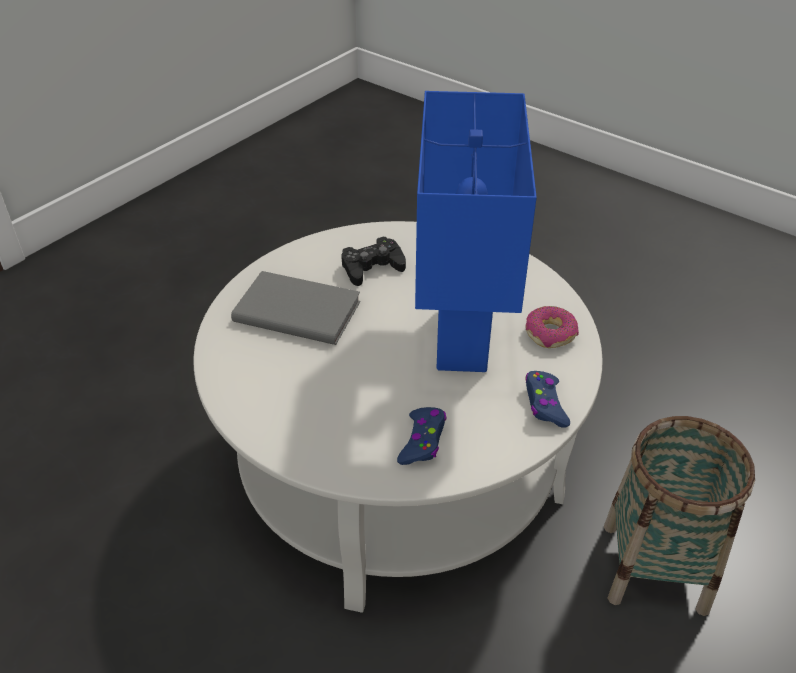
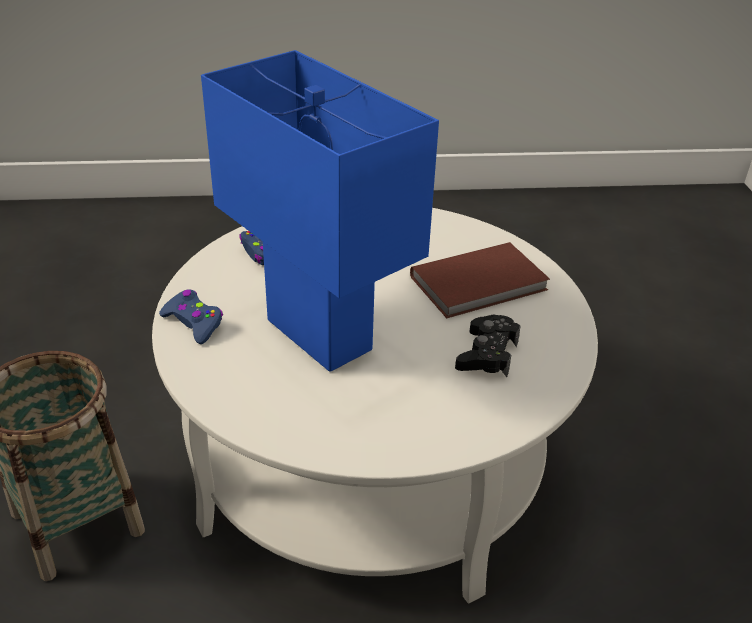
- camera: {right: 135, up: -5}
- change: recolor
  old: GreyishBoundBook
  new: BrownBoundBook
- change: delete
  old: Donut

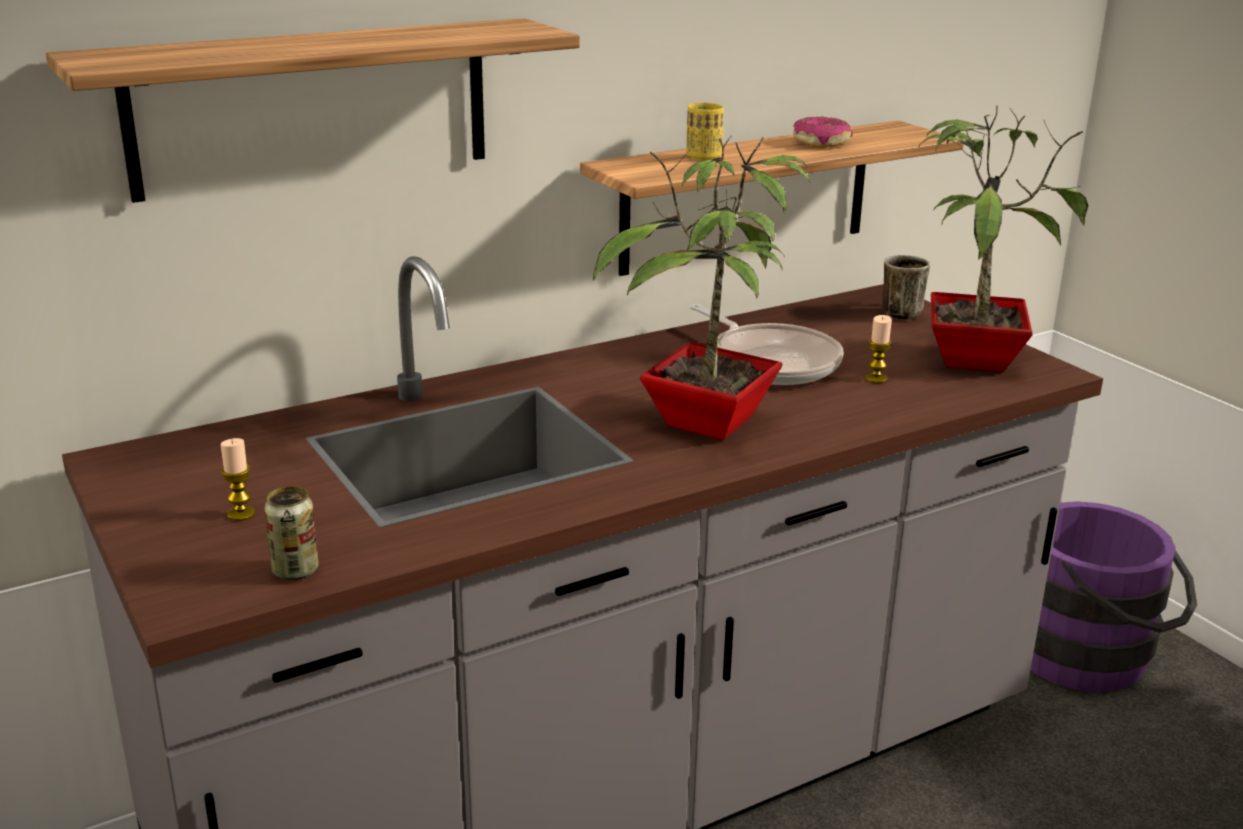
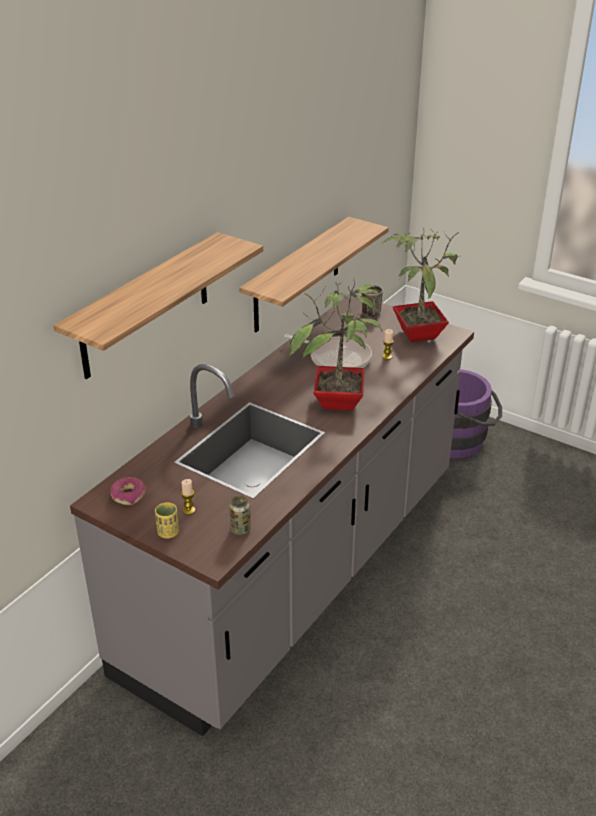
- camera: {right: -25, up: 10}
- change: move
  old: YellowColouredCup
- change: move
  old: Donut

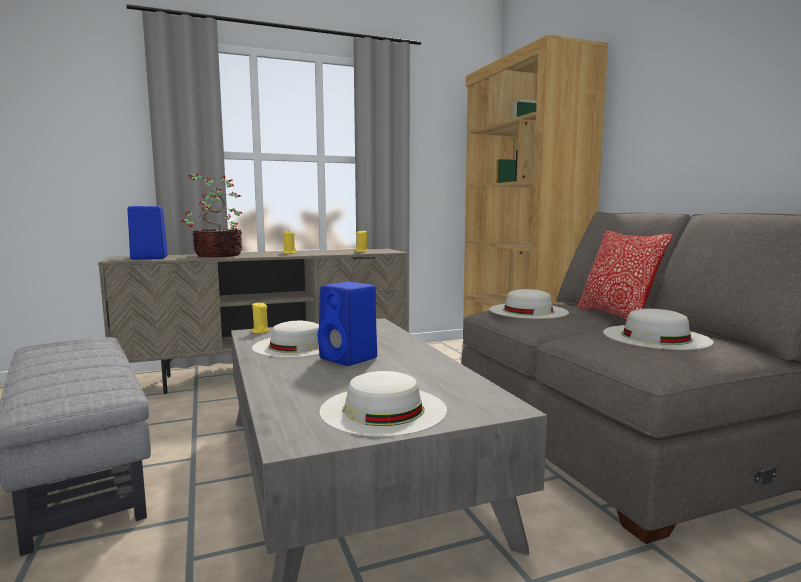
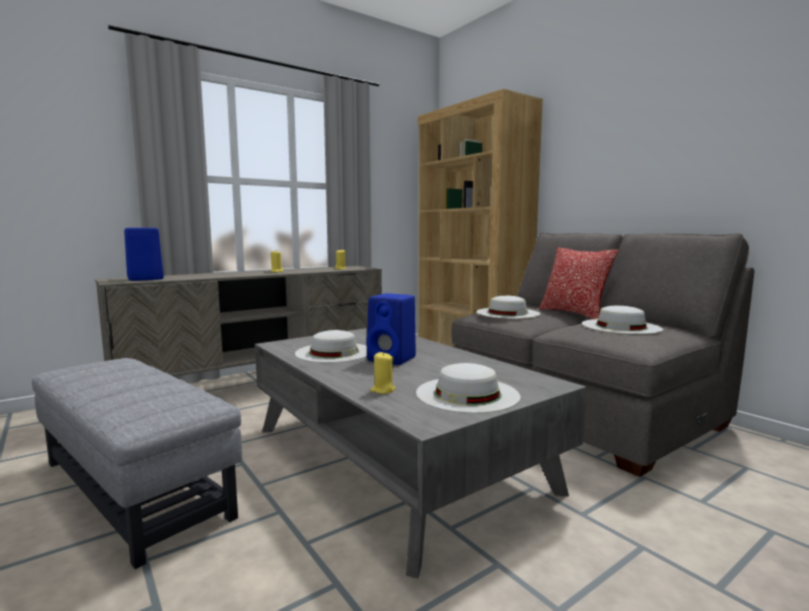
- camera: {right: -15, up: 0}
- change: delete
  old: PlantInAPot
- change: move
  old: YellowColouredWaxCandle (1st from left in the first image)
  new: YellowColouredWaxCandle (3rd from left)

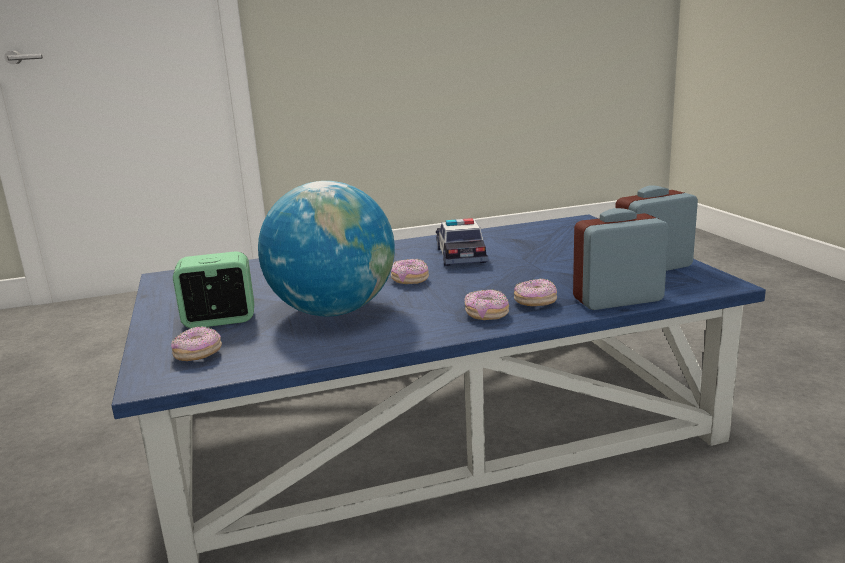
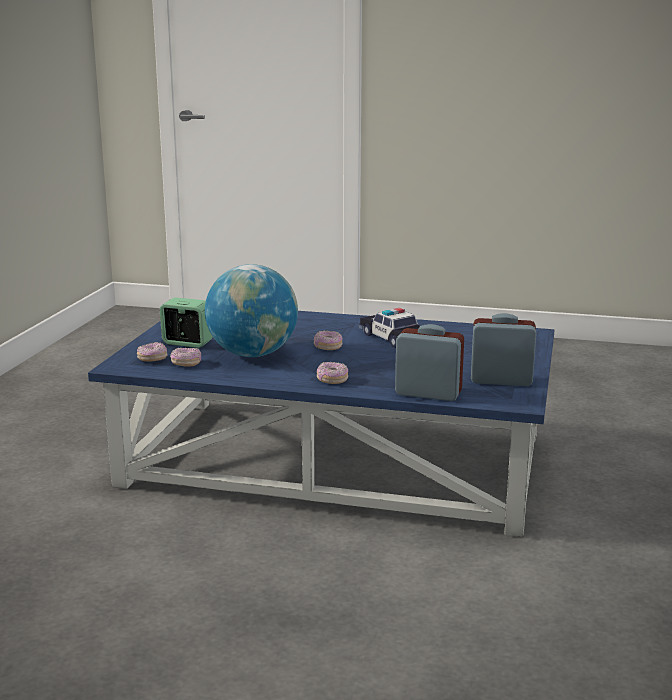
- camera: {right: 30, up: 0}
- change: rotate
  old: MiniatureCar
  degrees: -60
- change: move
  old: Donut (4th from left in the first image)
  new: Donut (2nd from left)

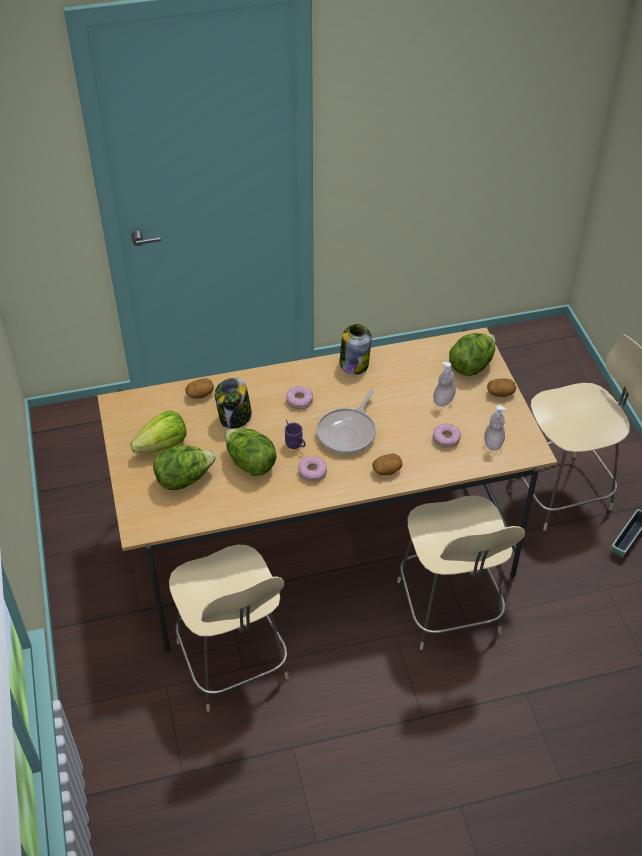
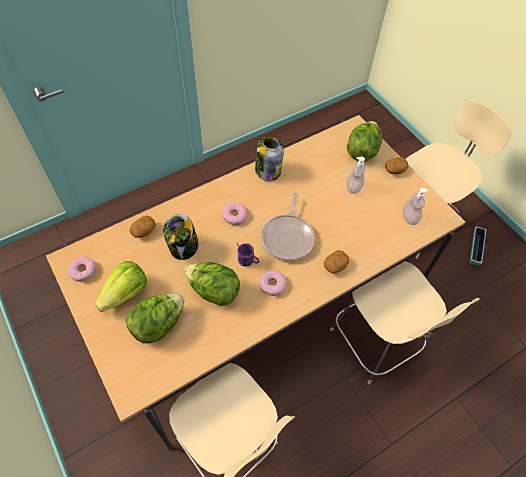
- camera: {right: -20, up: 10}
- change: move
  old: Donut (3rd from left in the first image)
  new: Donut (1st from left)

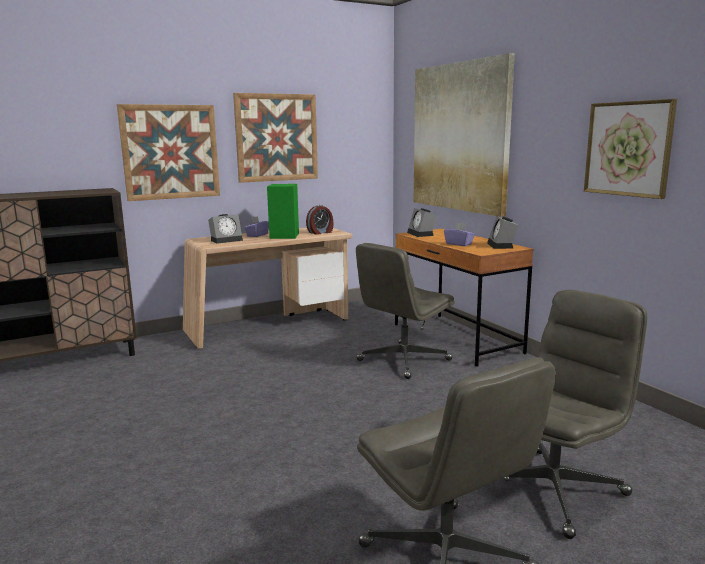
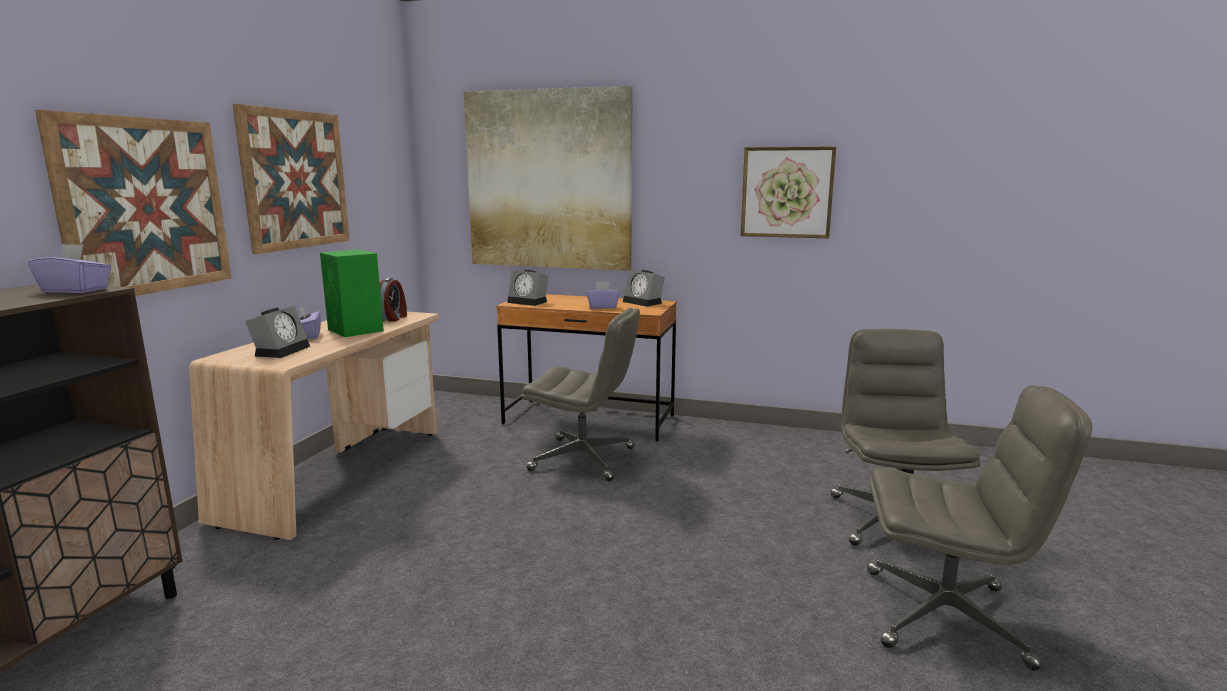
- camera: {right: -45, up: 0}
- change: rotate
  old: GreyishDeskChair (1st from left)
  degrees: -75
- change: insert
  new: PurpleTissueHolder (1st from left)

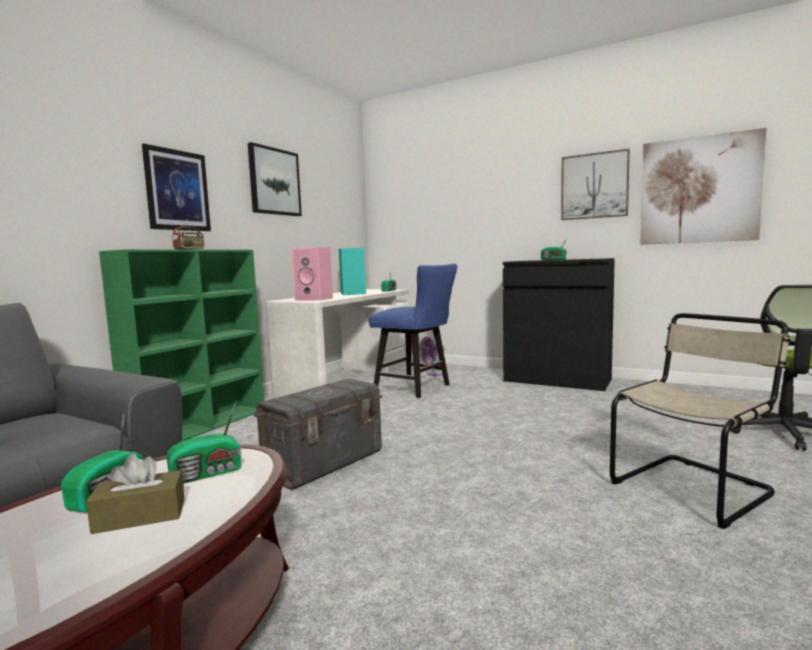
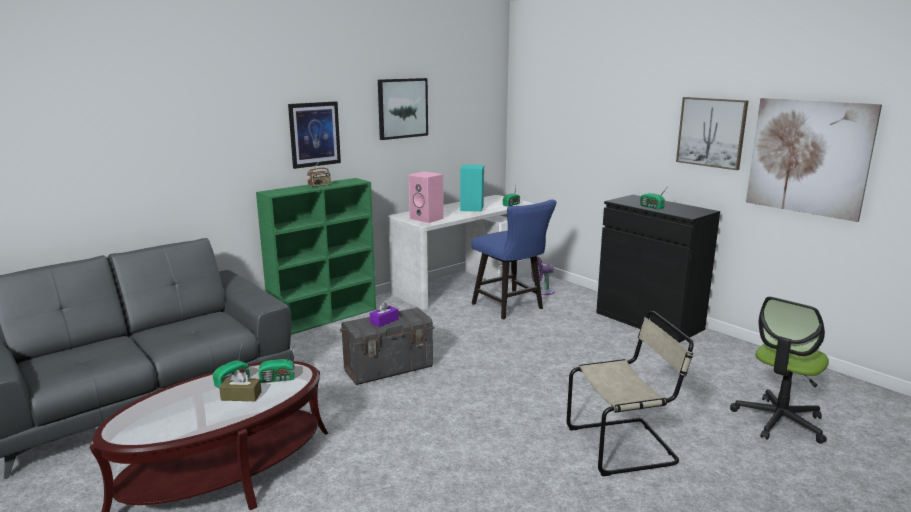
- camera: {right: 20, up: 10}
- change: insert
  new: PurpleTissueHolder

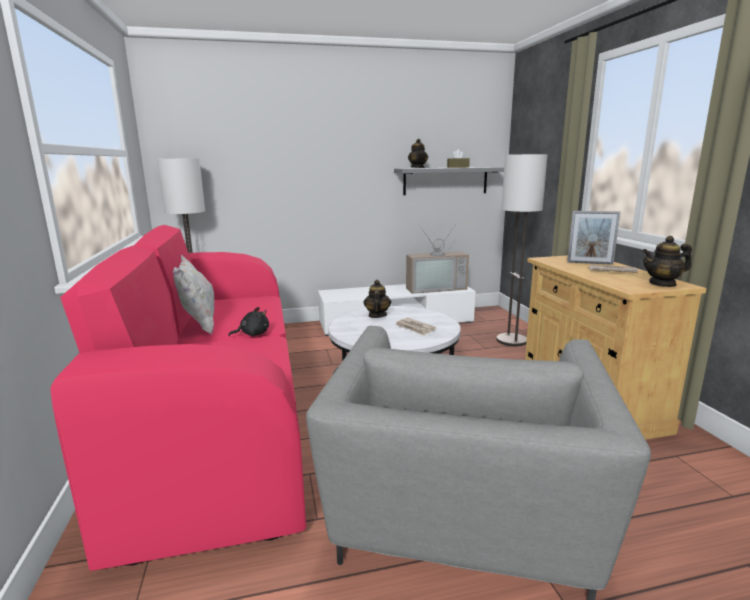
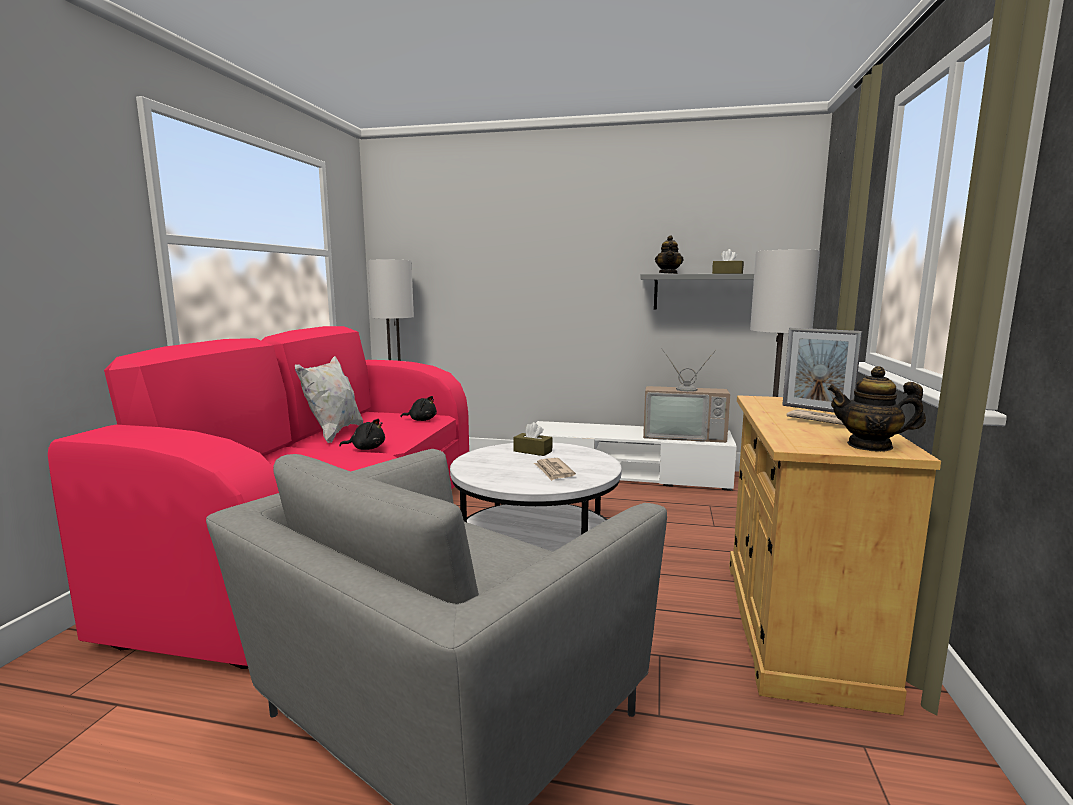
- camera: {right: 25, up: -5}
- change: replace
  old: TeaPot (1st from left)
  new: BrownTissueHolder (1st from left)
- change: insert
  new: BlackColouredPlushToy (2nd from left)

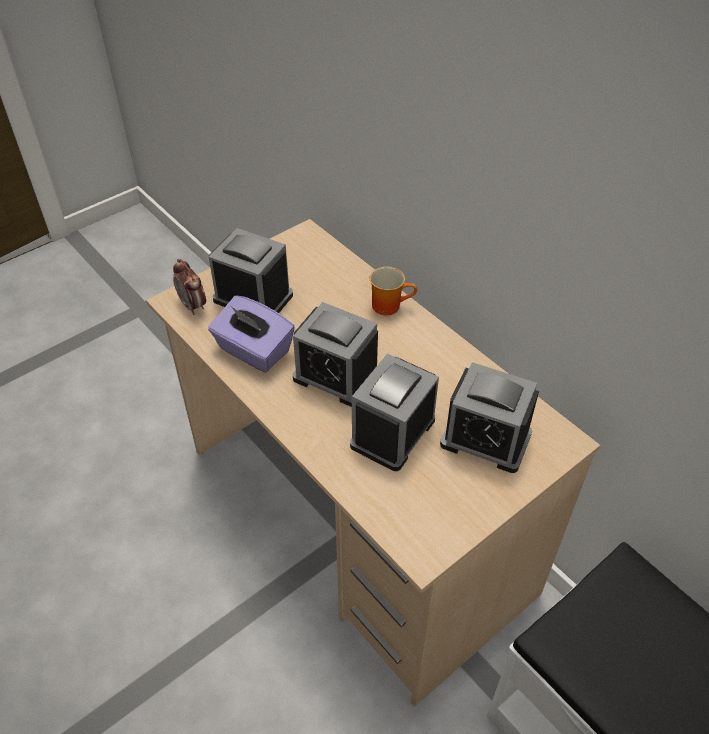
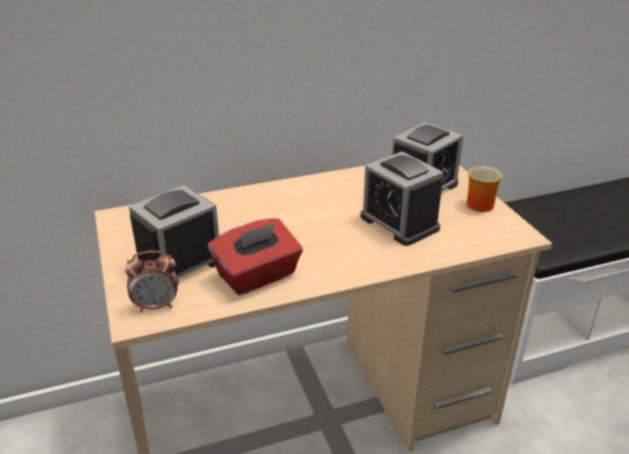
- camera: {right: -70, up: -15}
- change: move
  old: CoffeeMug
- change: recolor
  old: PurpleTissueHolder
  new: ReddishTissueHolder
- change: delete
  old: BedsideClock (3rd from left)

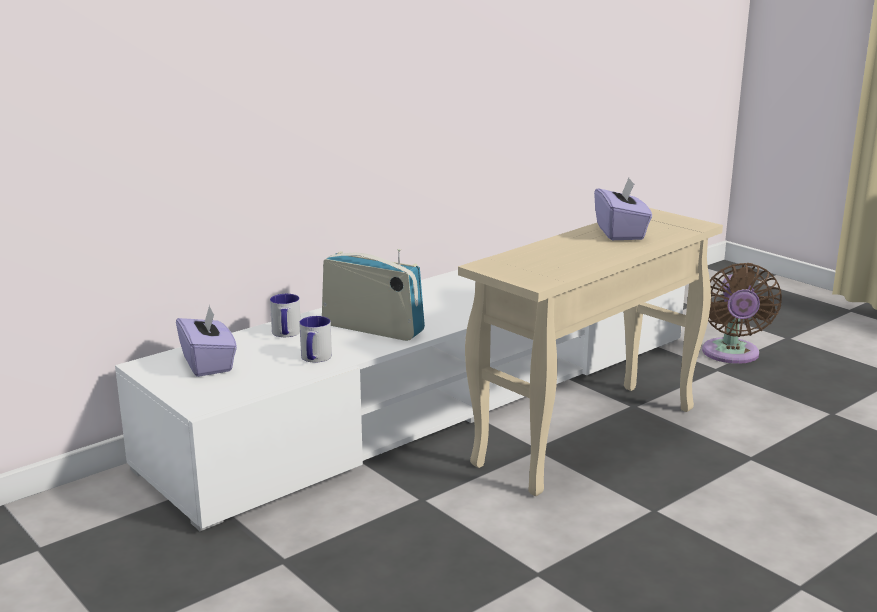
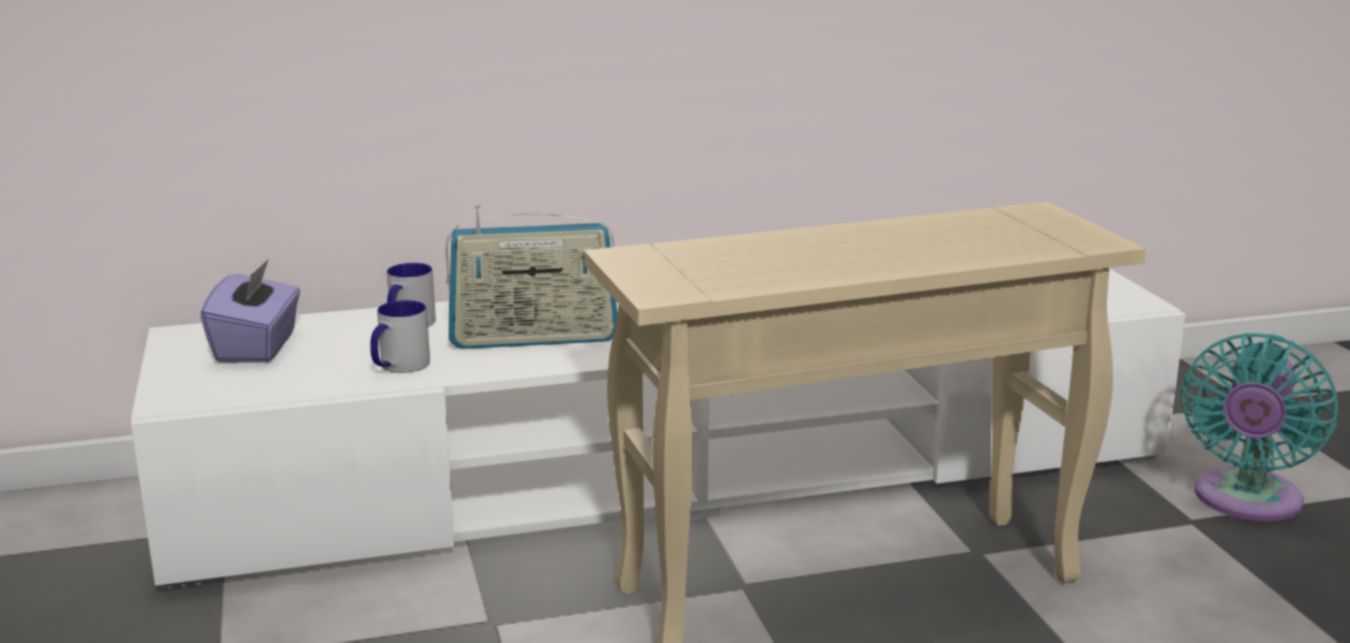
- camera: {right: 25, up: 0}
- change: delete
  old: PurpleTissueHolder (2nd from left)
- change: rotate
  old: RadioSet
  degrees: 120
- change: recolor
  old: BrownFan
  new: BlueGreenFan

